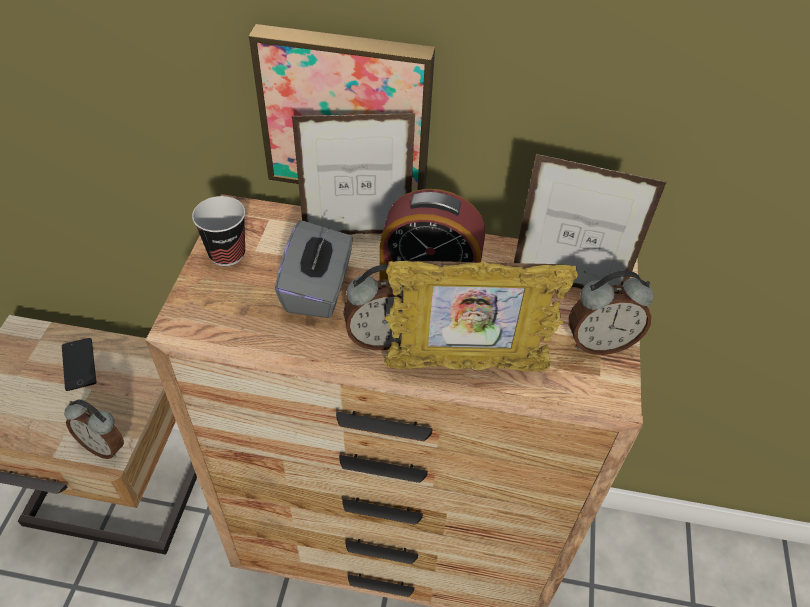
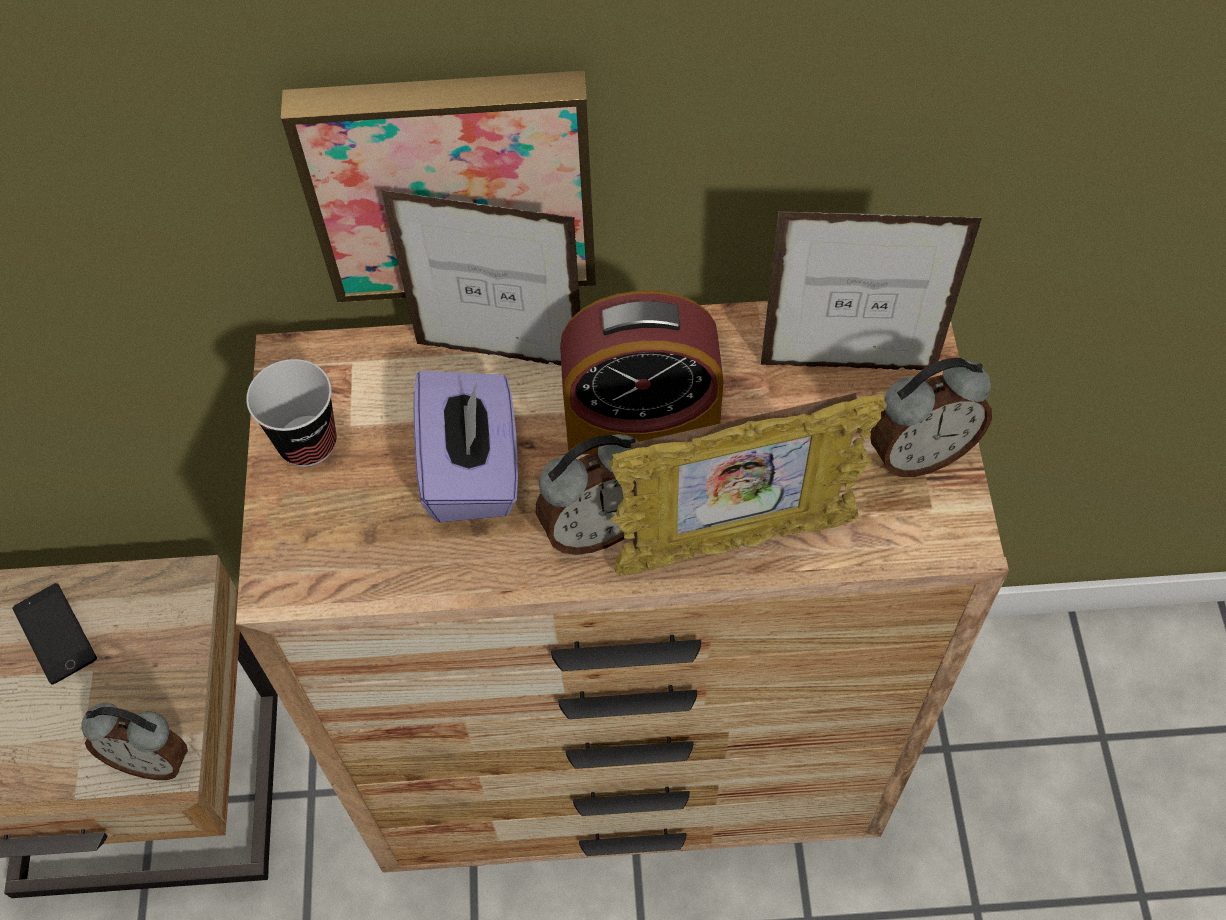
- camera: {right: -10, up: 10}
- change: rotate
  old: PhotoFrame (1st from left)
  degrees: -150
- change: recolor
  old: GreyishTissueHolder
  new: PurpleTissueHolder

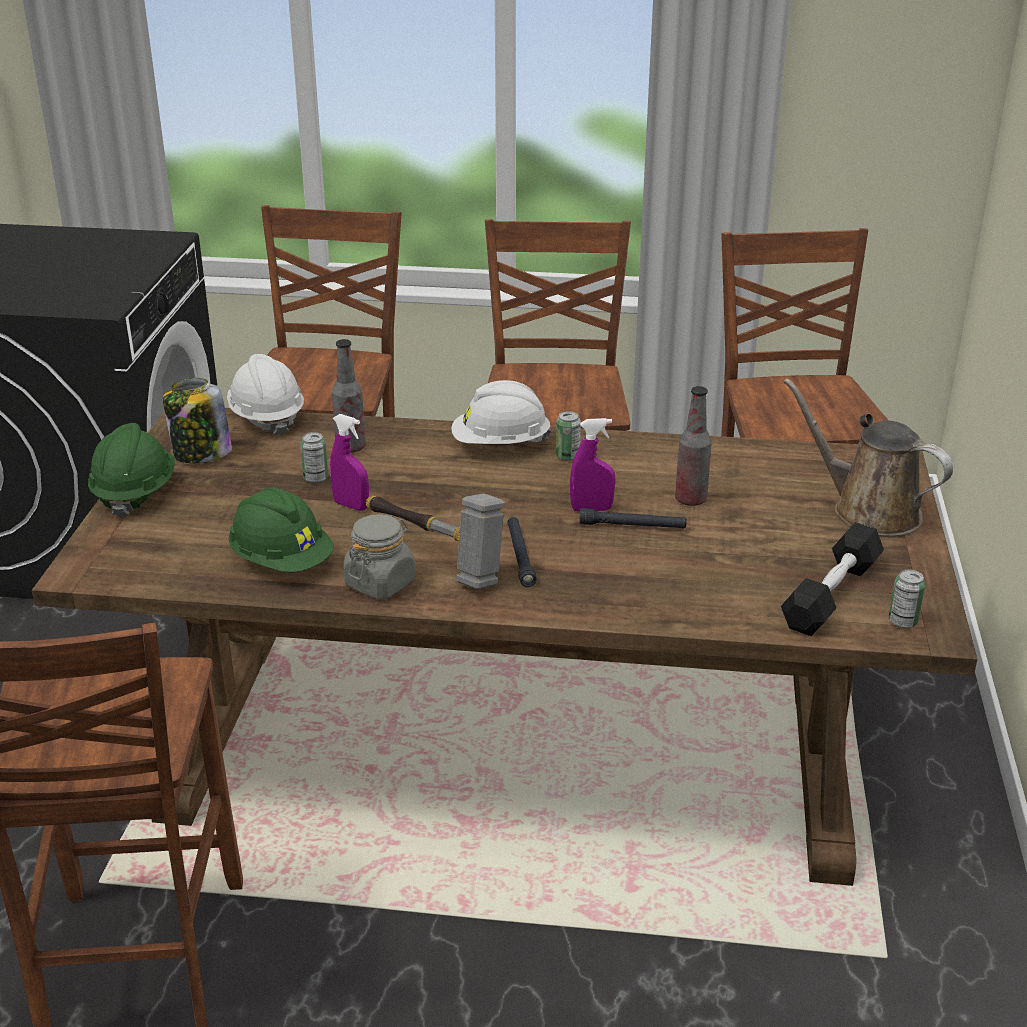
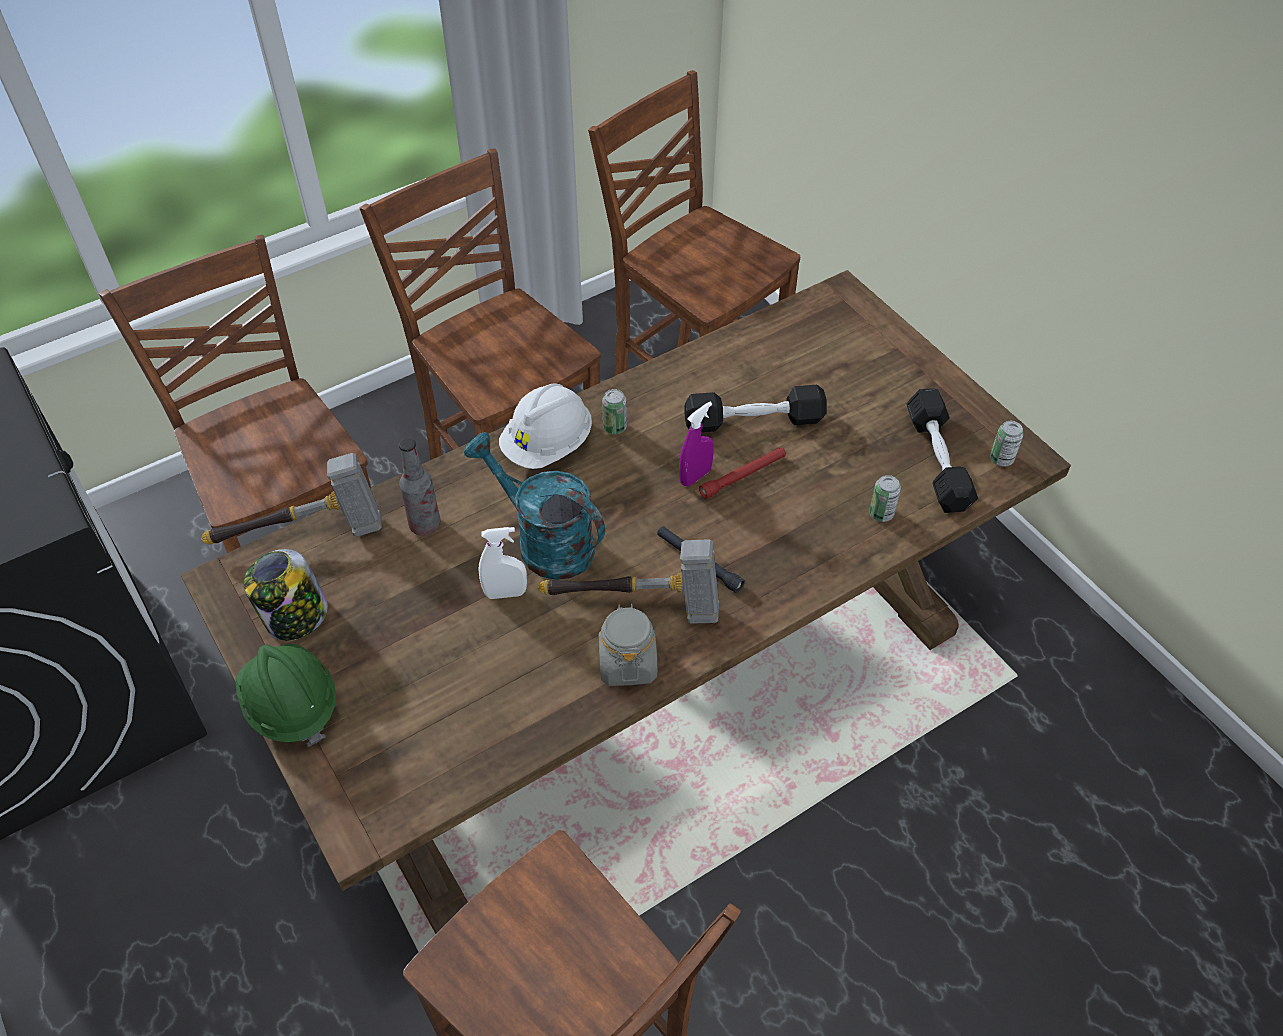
- camera: {right: -40, up: 20}
- change: replace
  old: WhiteColouredHardHat (1st from left)
  new: ToolHammer (1st from left)
- change: delete
  old: BrownWateringPot
- change: replace
  old: Bottle (2nd from left)
  new: BlackColouredHandWeight (1st from left)
- change: recolor
  old: PurpleSprayBottle (1st from left)
  new: WhiteColouredSprayBottle
- change: move
  old: SealedCan (1st from left in the first image)
  new: SealedCan (2nd from left)
- change: delete
  old: GreenHardHat (2nd from left)
- change: recolor
  old: BlackColouredFlashlight (2nd from left)
  new: ReddishFlashlight
- change: insert
  new: BlueGreenWateringPot

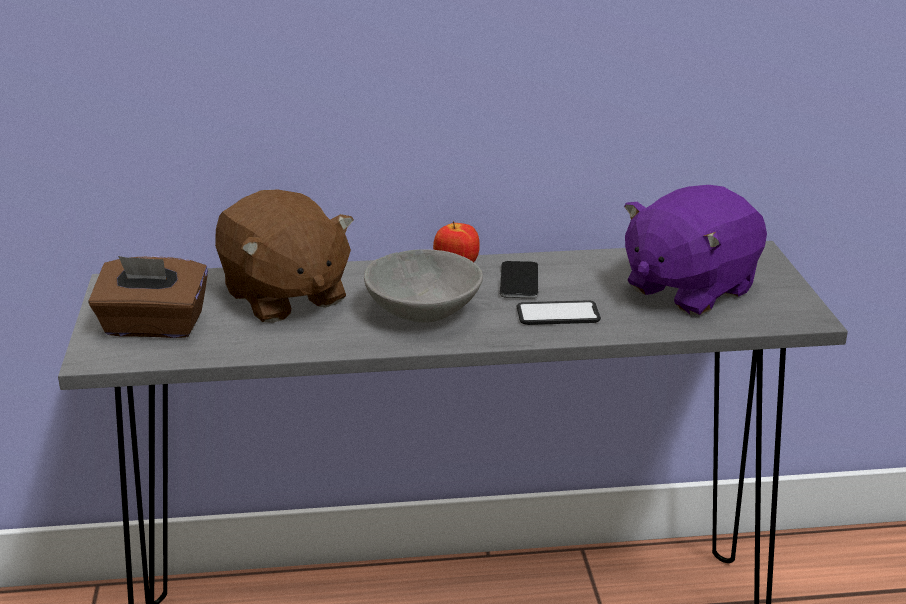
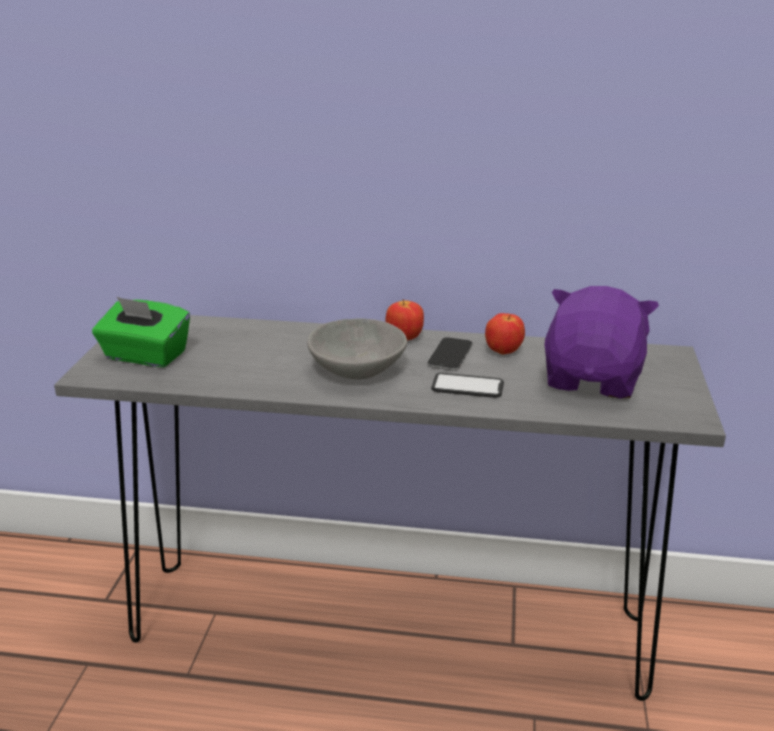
- camera: {right: 15, up: 0}
- change: rotate
  old: PurplePlushToy
  degrees: 135
- change: delete
  old: BrownPlushToy
- change: recolor
  old: BrownTissueHolder
  new: GreenTissueHolder
- change: insert
  new: WholeApple (2nd from left)

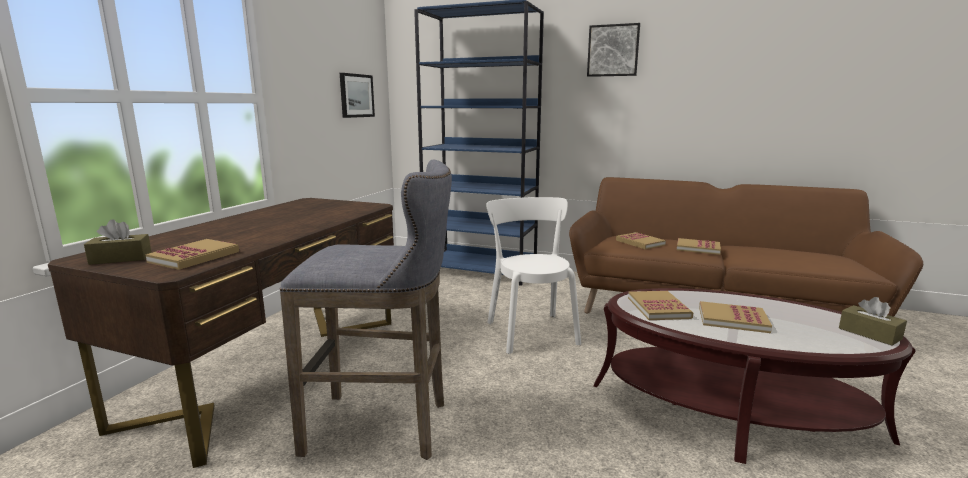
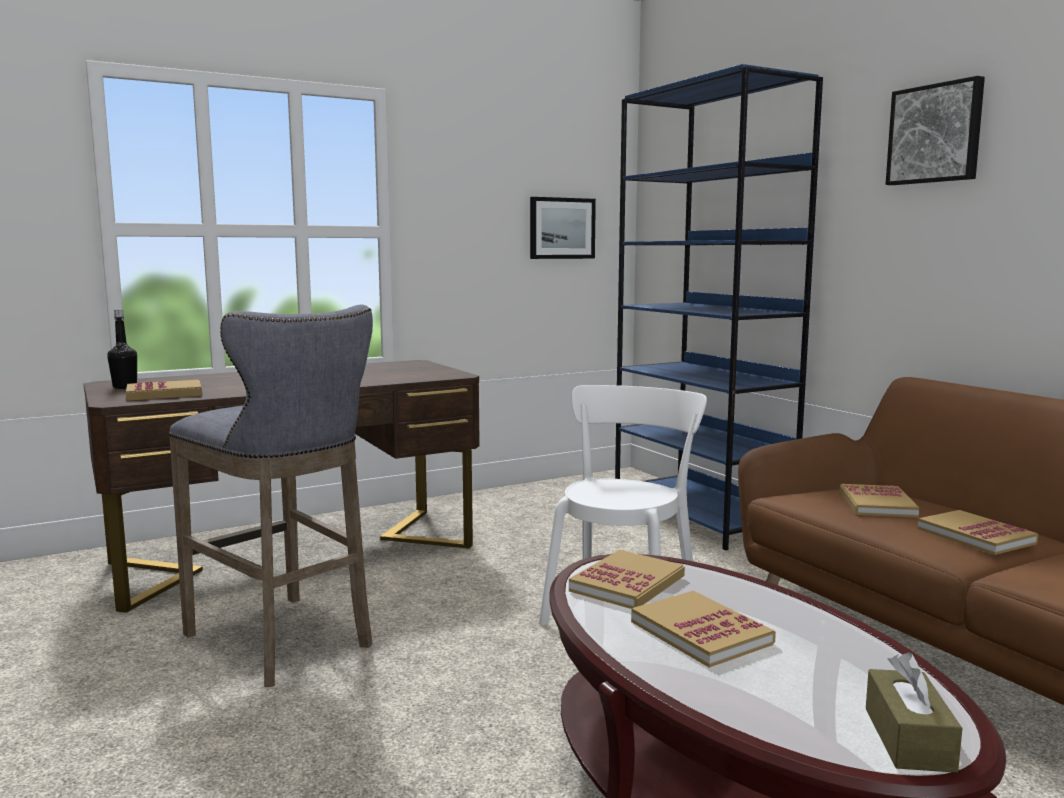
- camera: {right: 40, up: -5}
- change: replace
  old: BrownTissueHolder (1st from left)
  new: BlackColouredBottle

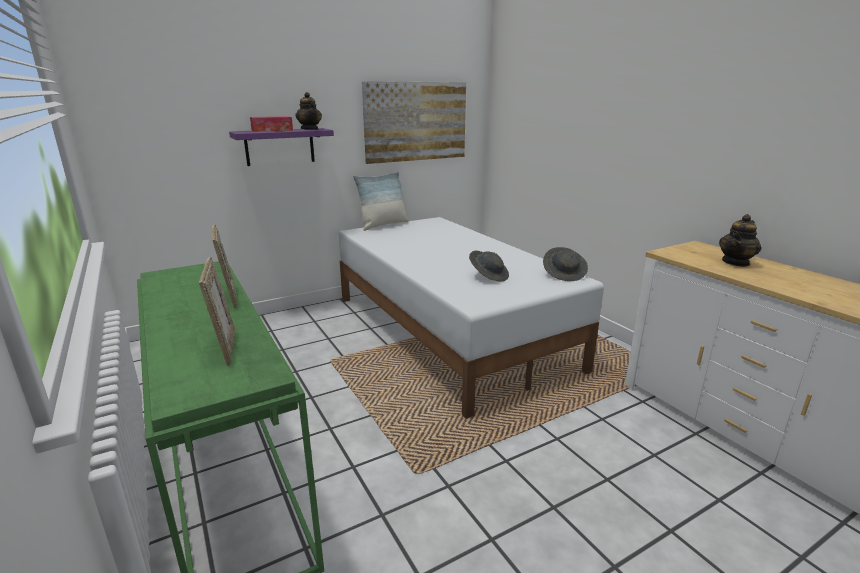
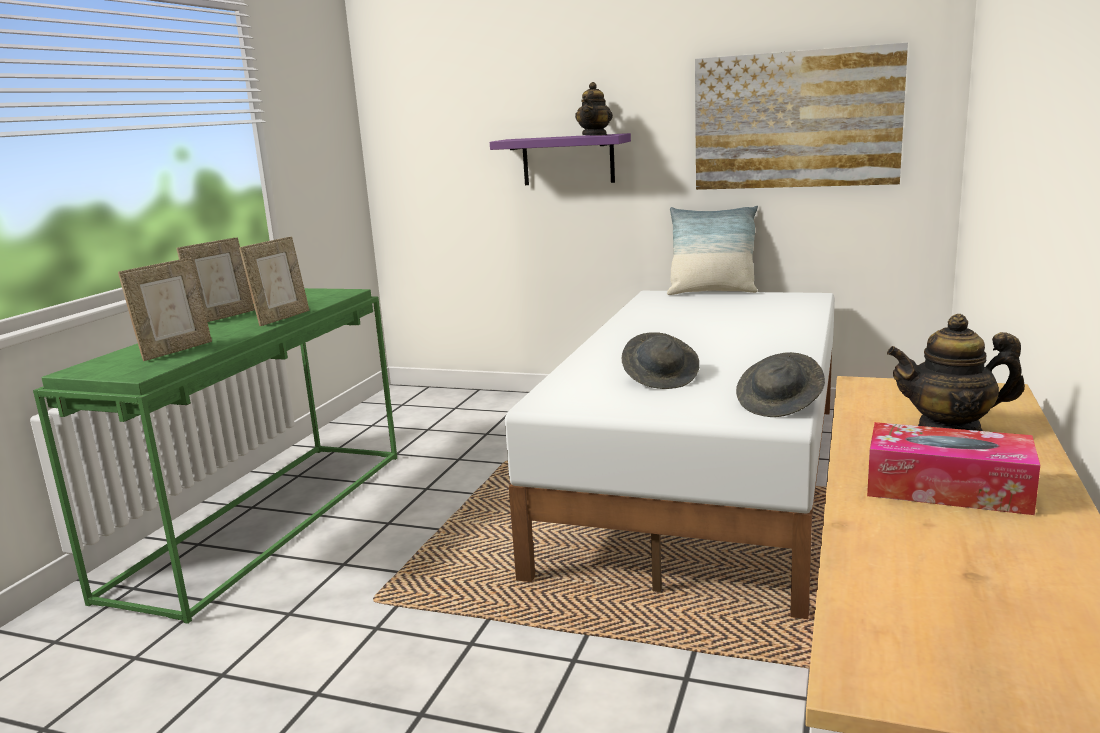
- camera: {right: 50, up: -5}
- change: move
  old: TissueHolder
- change: insert
  new: PhotoFrame (2nd from left)

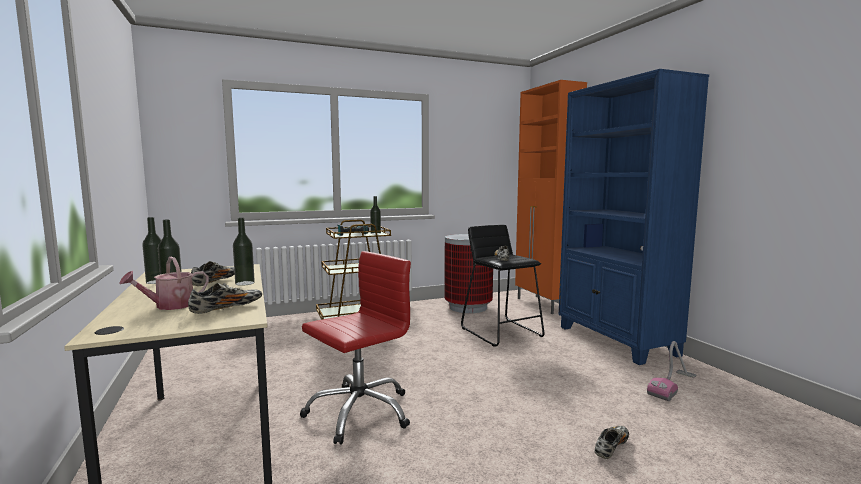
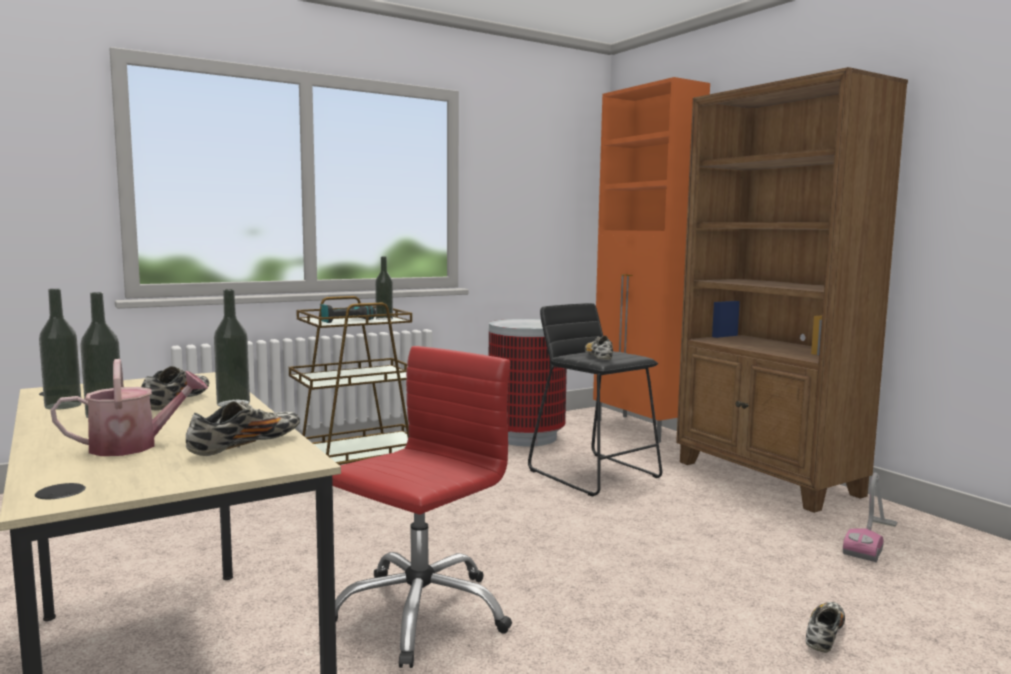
- camera: {right: -10, up: 0}
- change: recolor
  old: BluishShelvingUnit
  new: BrownShelvingUnit
- change: rotate
  old: WateringPot
  degrees: -150

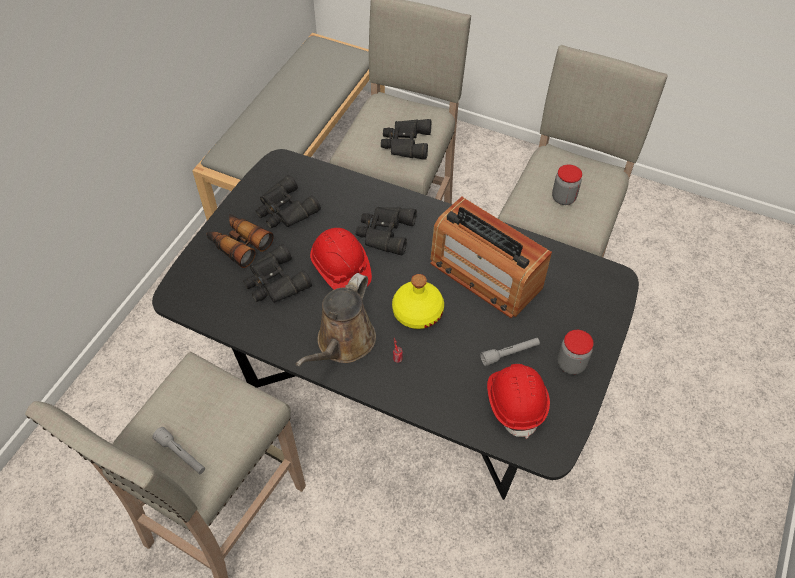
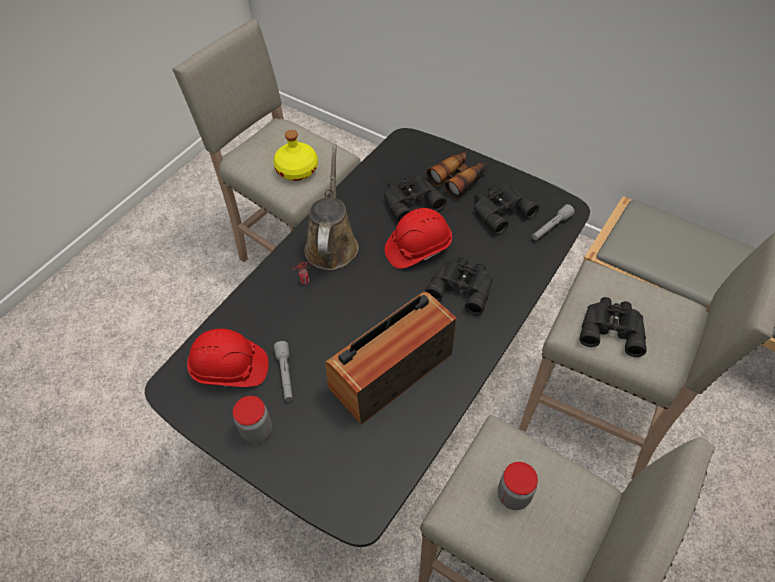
- camera: {right: 100, up: 0}
- change: rotate
  old: BrownWateringPot
  degrees: 60
- change: move
  old: YellowColouredBottle
- change: move
  old: GreyishFlashlight (1st from left in the first image)
  new: GreyishFlashlight (2nd from left)

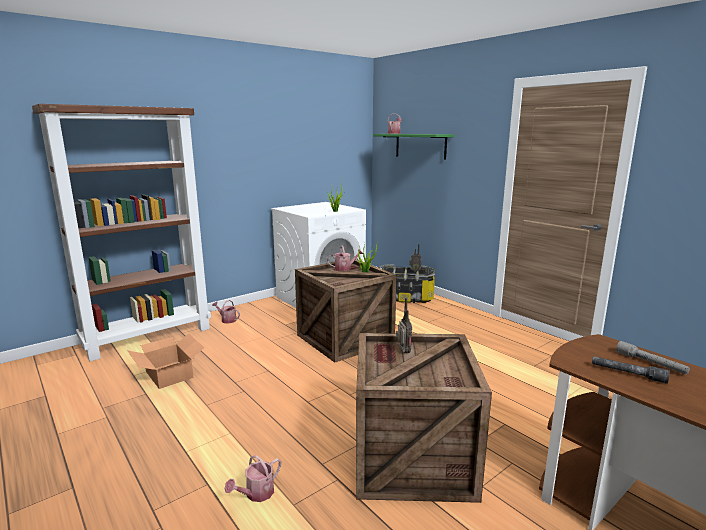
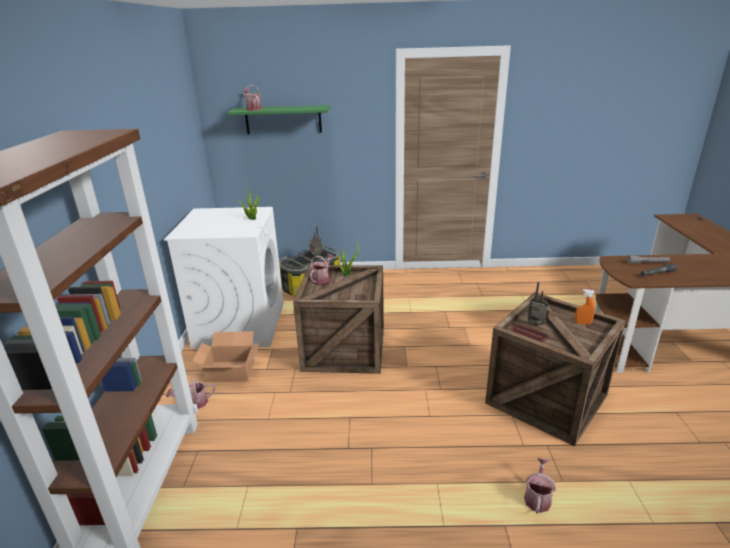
- camera: {right: -50, up: 10}
- change: move
  old: CardboardBox
- change: rotate
  old: WateringPot (2nd from left in the first image)
  degrees: -150
- change: insert
  new: OrangeySprayBottle

